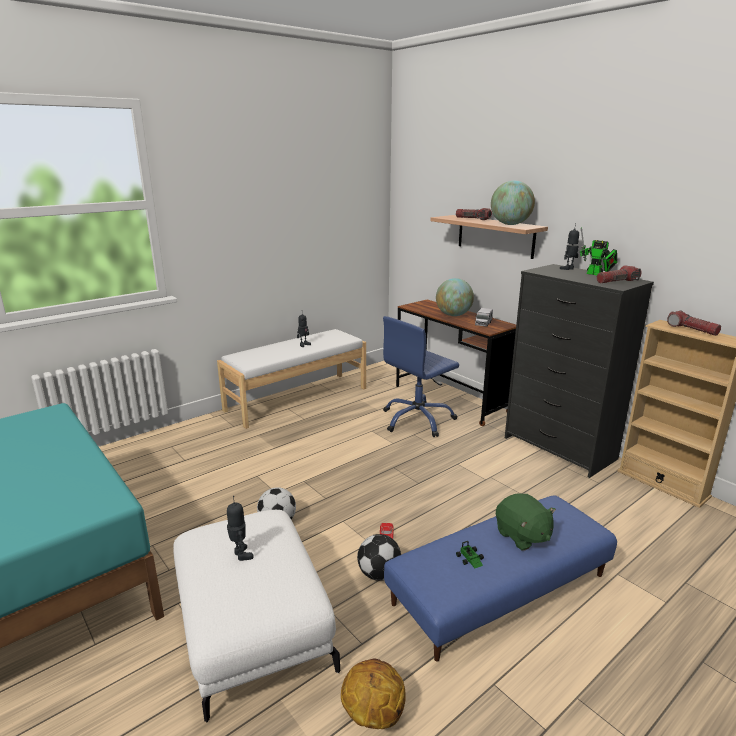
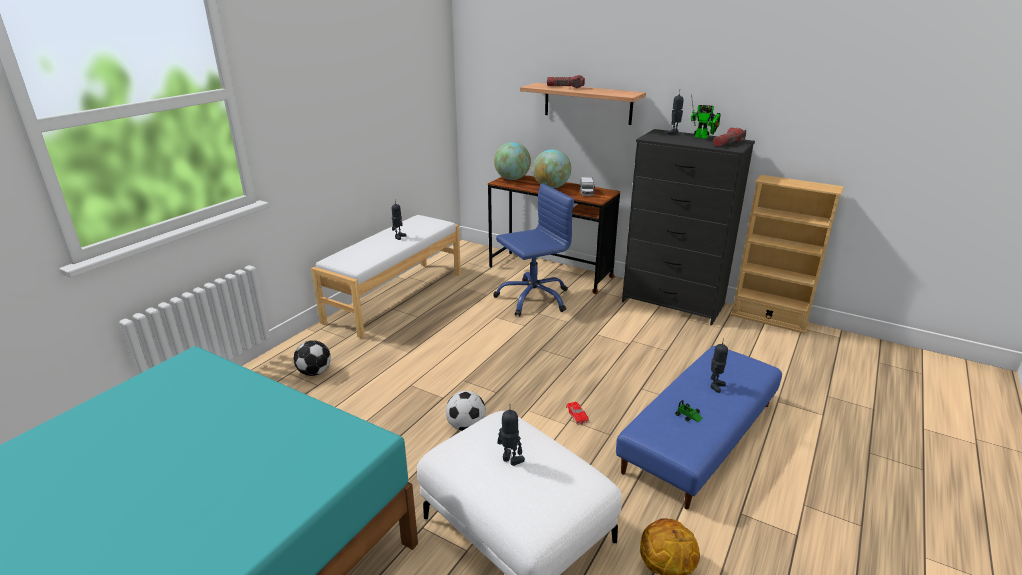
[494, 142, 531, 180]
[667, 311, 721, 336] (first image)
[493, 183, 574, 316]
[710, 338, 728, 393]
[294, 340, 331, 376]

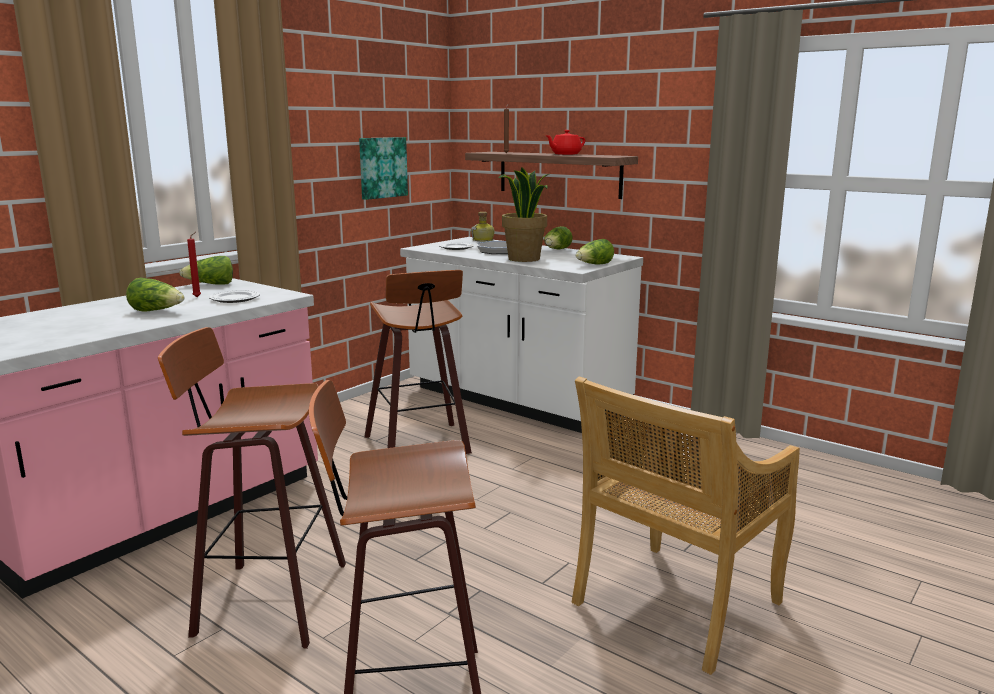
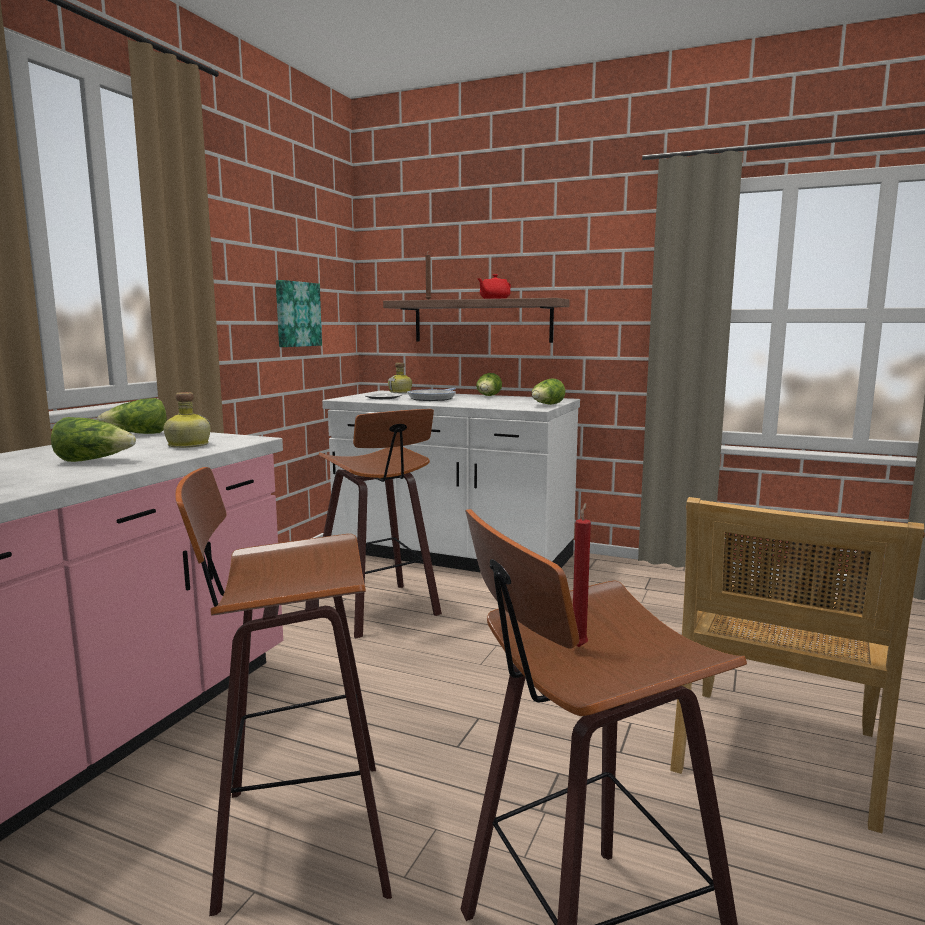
[498, 167, 549, 262] (first image)
[573, 503, 591, 647]
[164, 392, 211, 448]

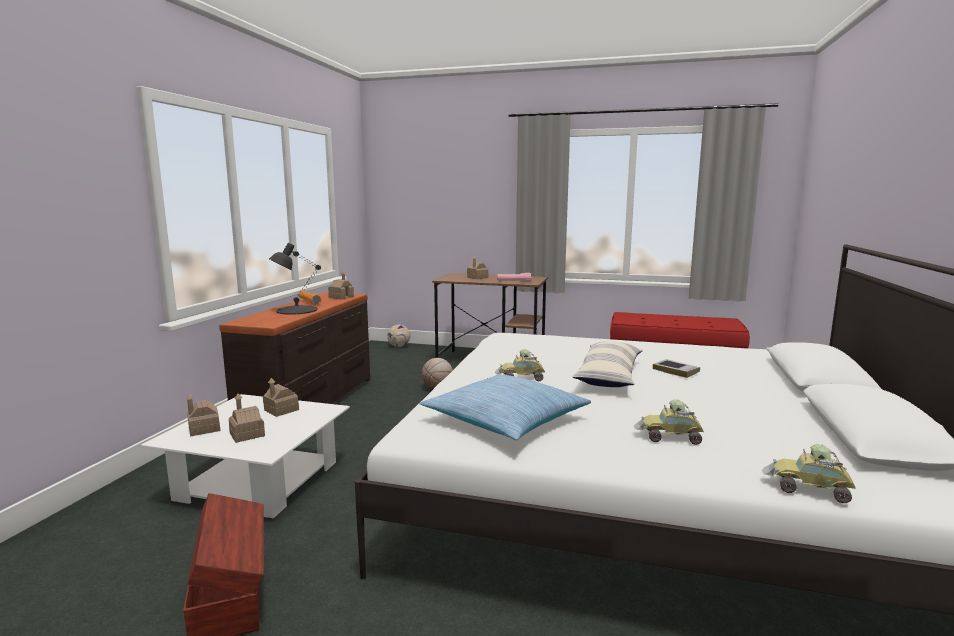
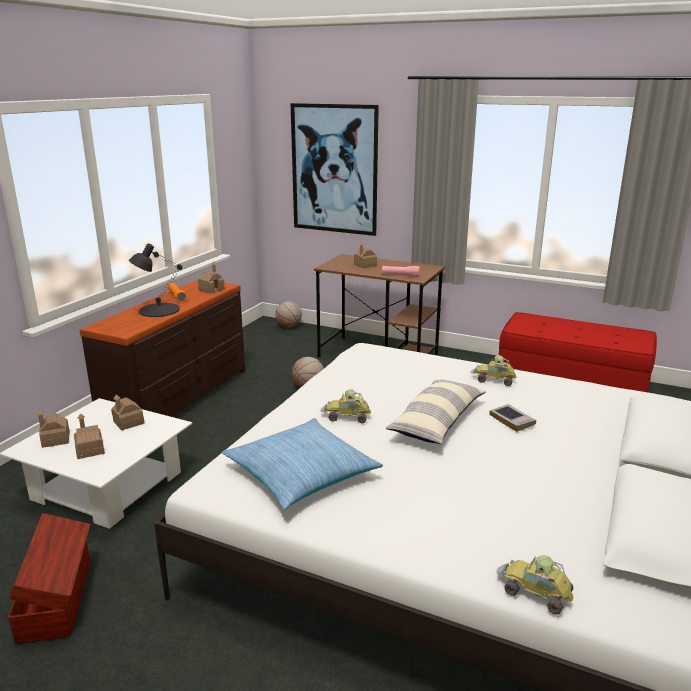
[275, 301, 302, 328]
[470, 355, 517, 386]
[291, 103, 379, 236]

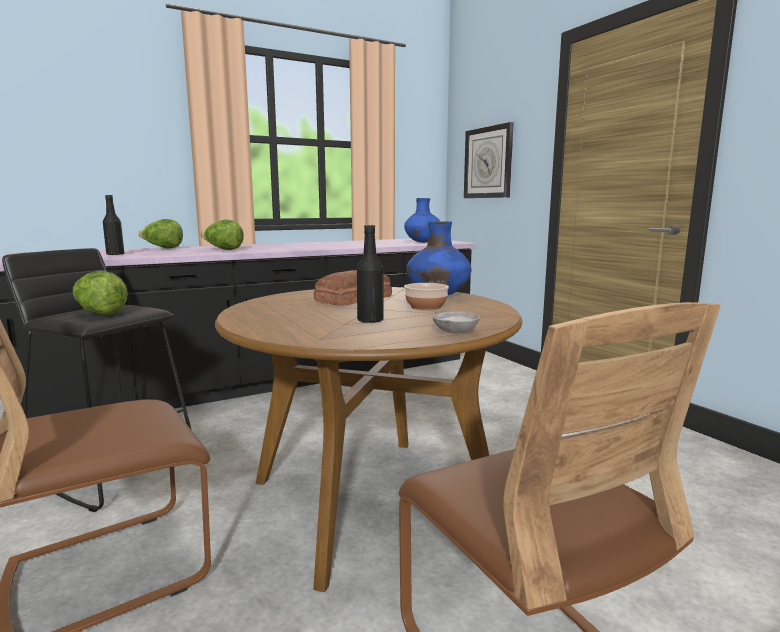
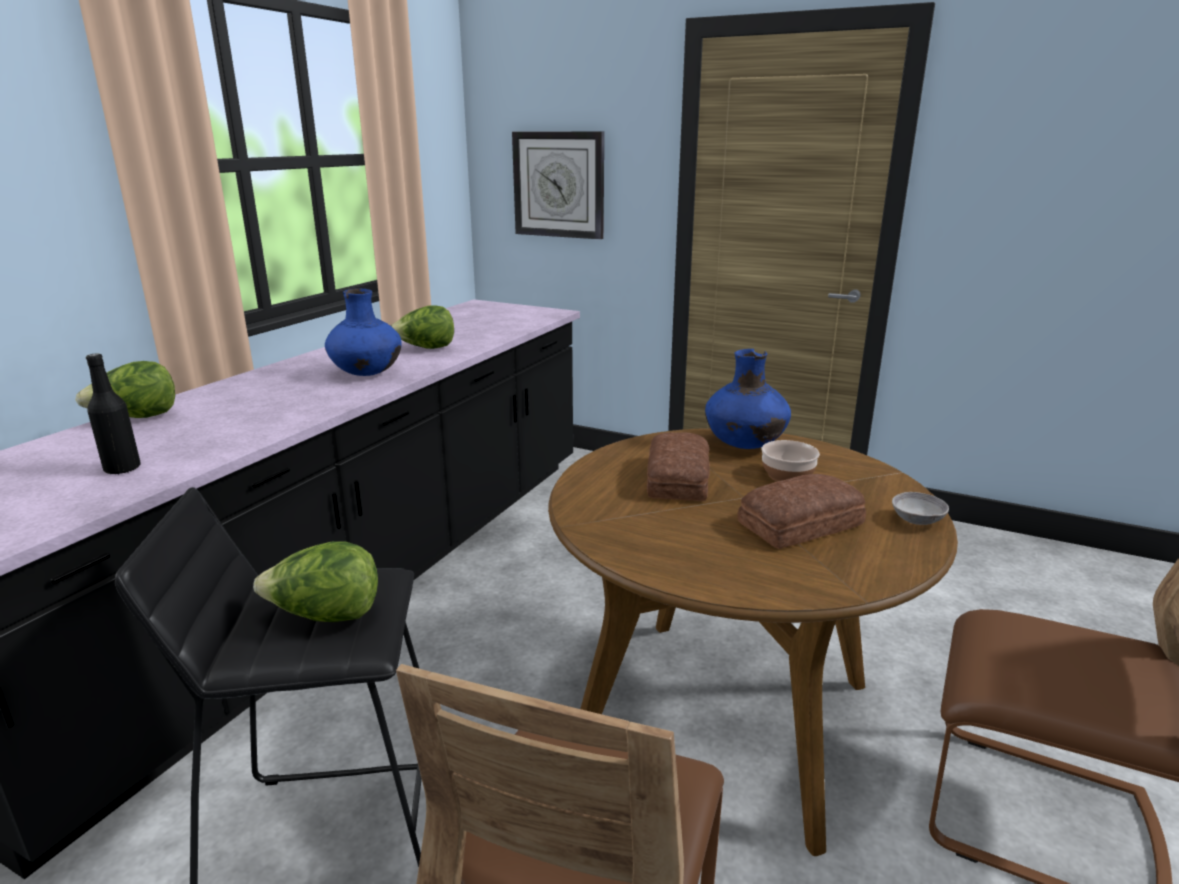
[325, 288, 402, 376]
[391, 305, 454, 349]
[737, 474, 866, 549]

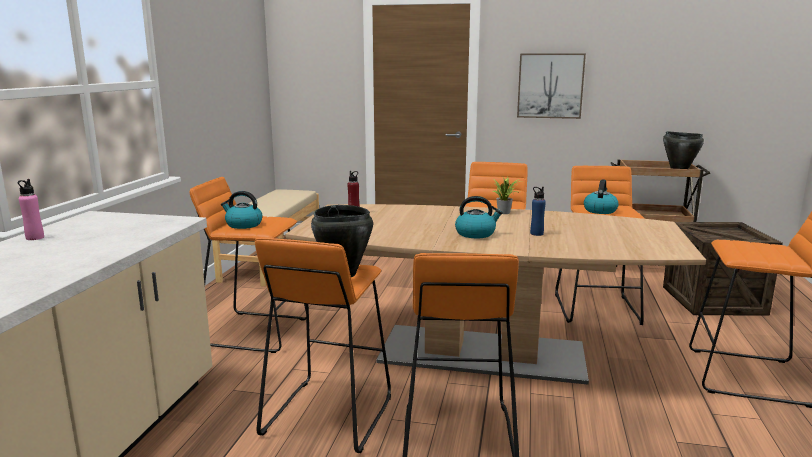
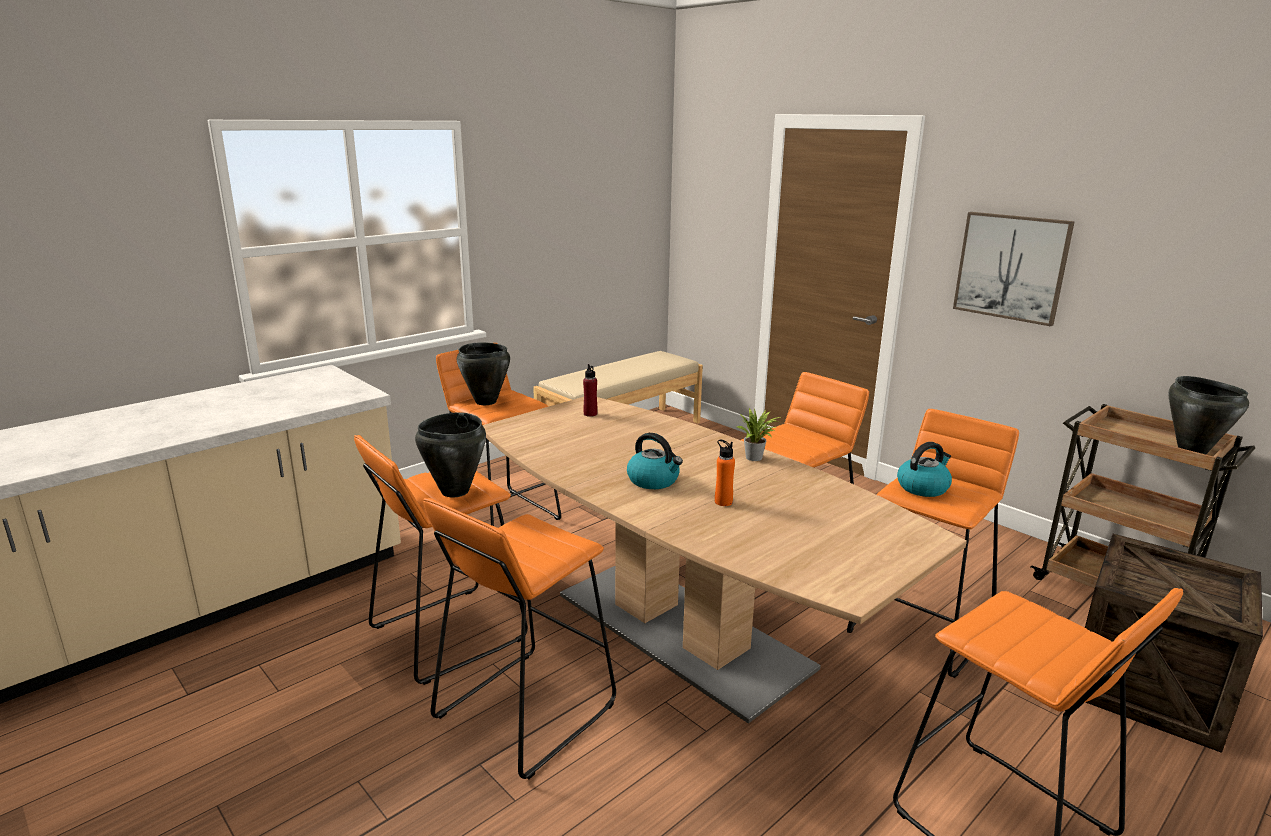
[18, 179, 44, 240] (first image)
[715, 440, 735, 506]
[457, 342, 510, 405]

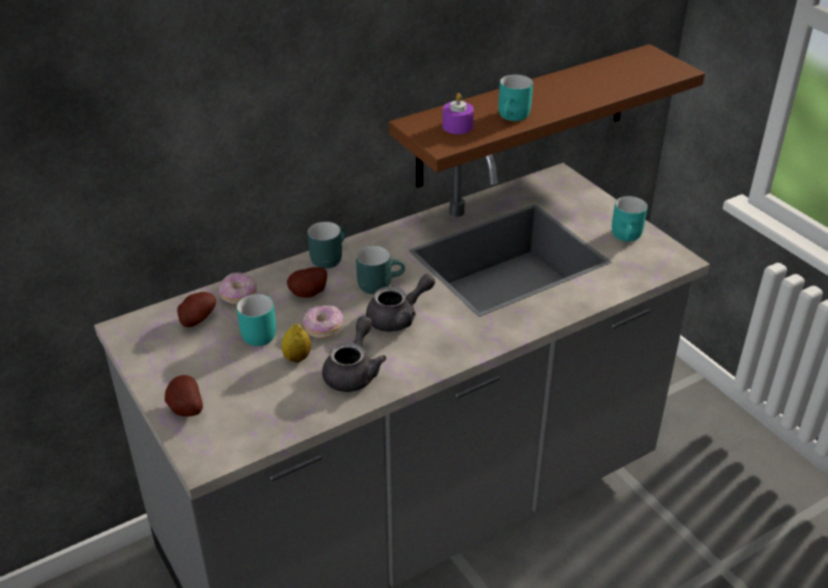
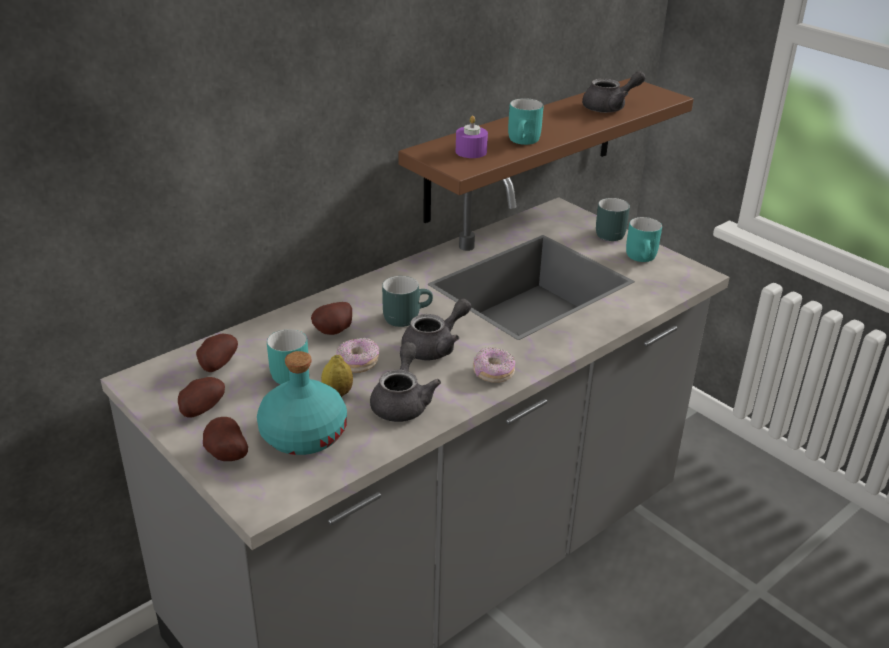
[596, 198, 630, 241]
[473, 347, 515, 383]
[582, 71, 646, 113]
[257, 351, 347, 455]
[178, 377, 225, 417]

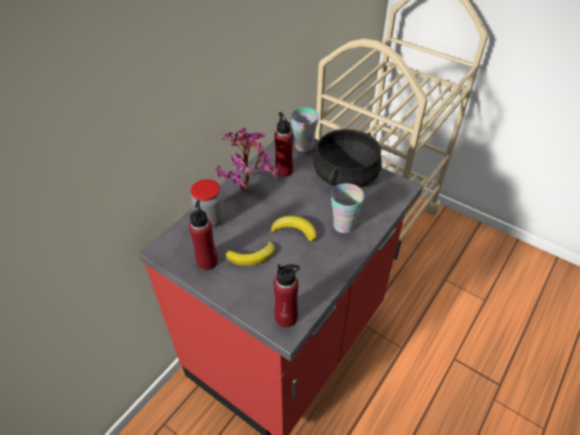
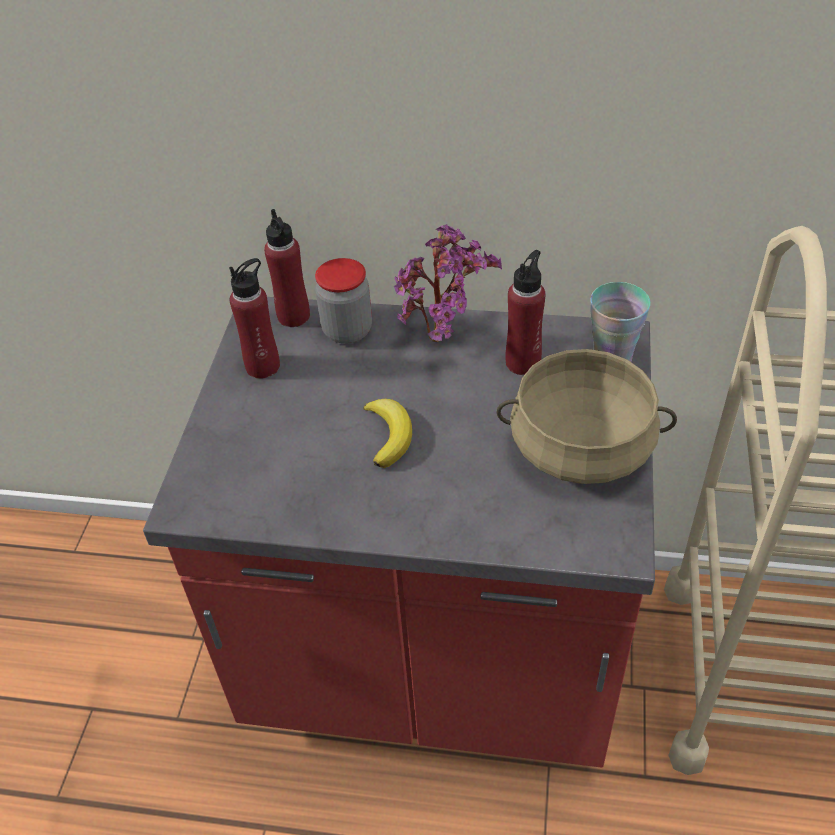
[497, 349, 677, 484]
[331, 183, 364, 233] (first image)
[226, 242, 275, 266] (first image)
[264, 209, 310, 327]

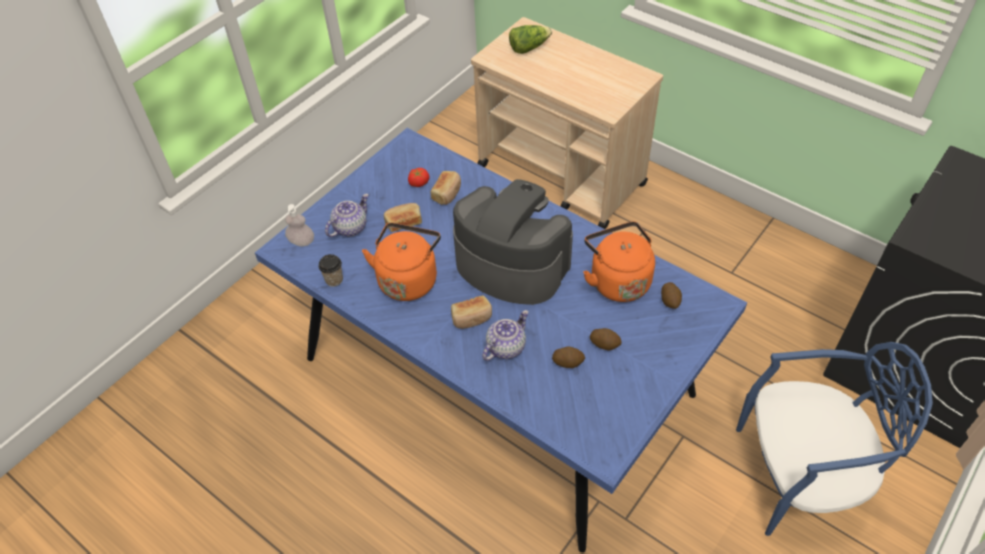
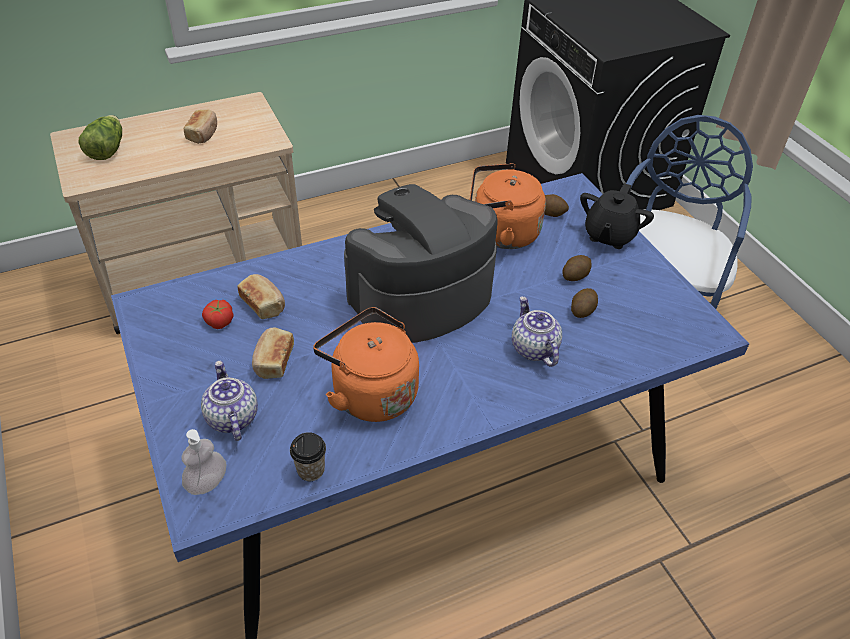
[183, 109, 217, 144]
[580, 183, 654, 249]

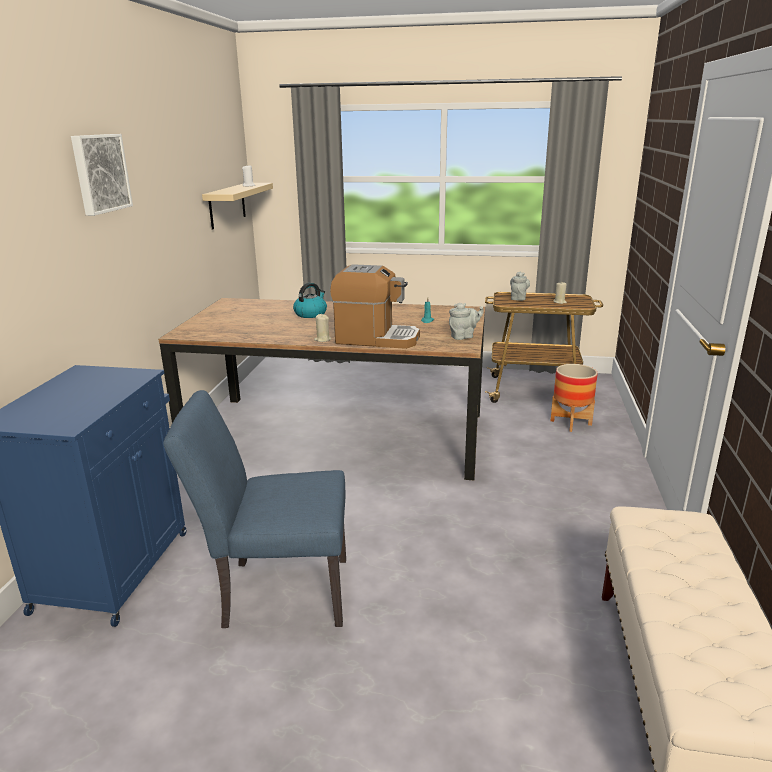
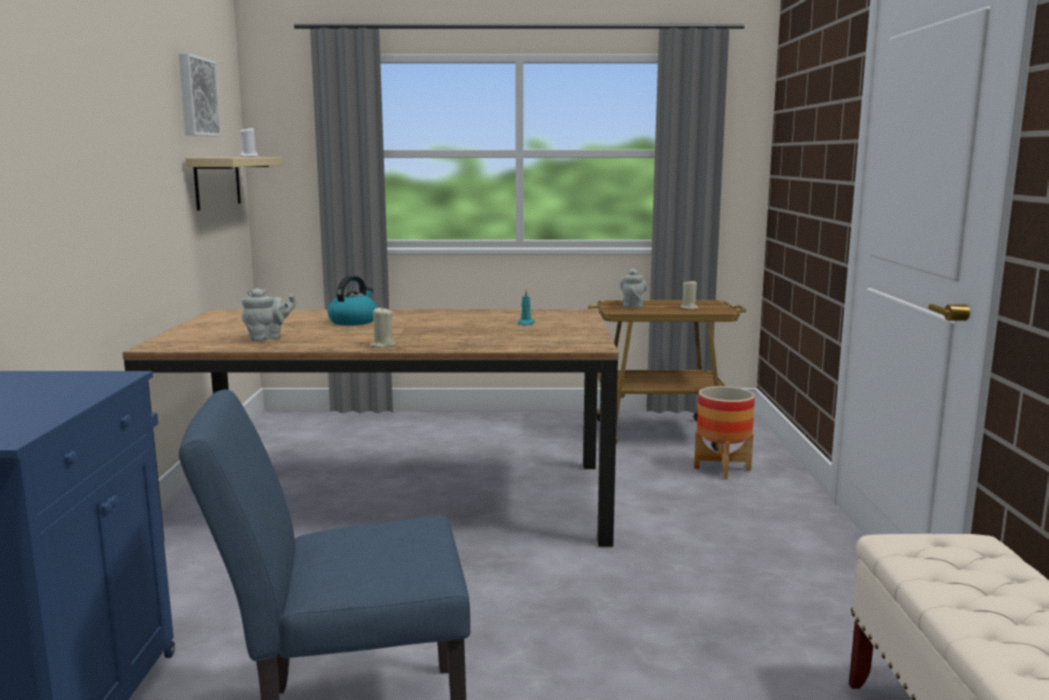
[179, 53, 222, 137]
[330, 264, 420, 349] (first image)
[242, 288, 296, 341]

